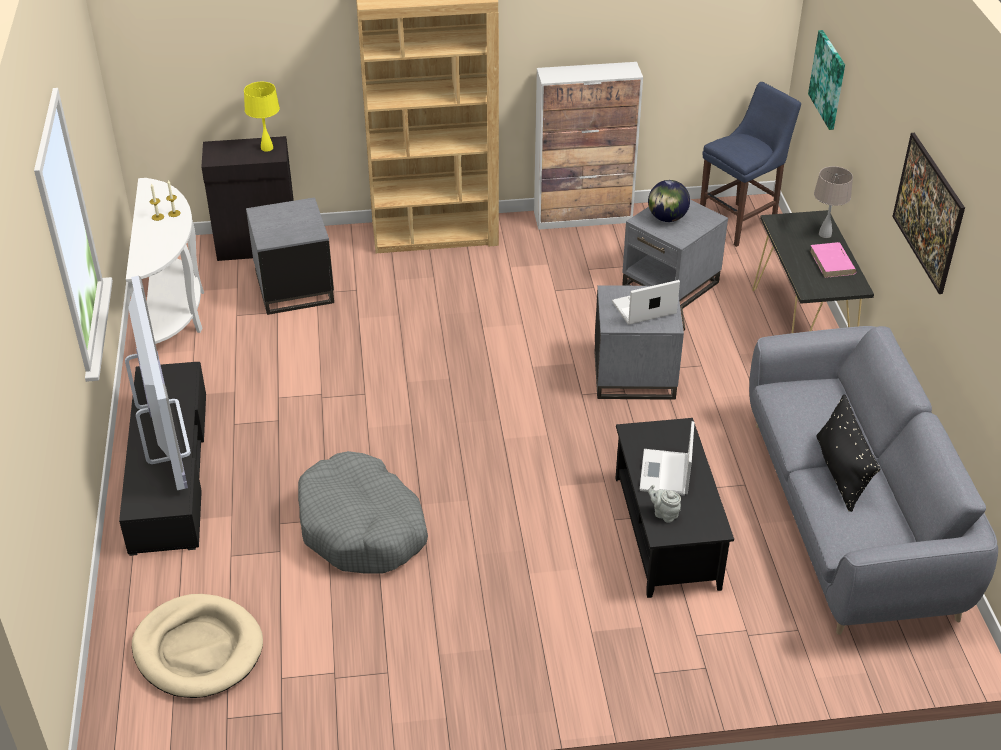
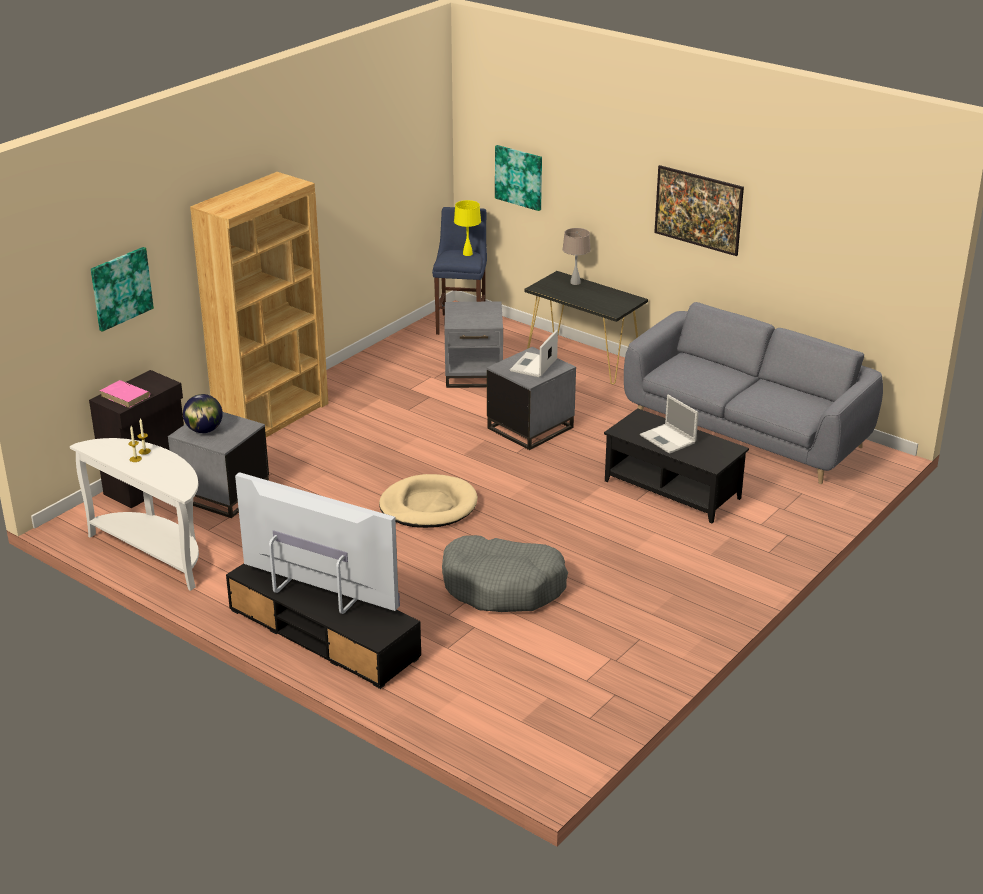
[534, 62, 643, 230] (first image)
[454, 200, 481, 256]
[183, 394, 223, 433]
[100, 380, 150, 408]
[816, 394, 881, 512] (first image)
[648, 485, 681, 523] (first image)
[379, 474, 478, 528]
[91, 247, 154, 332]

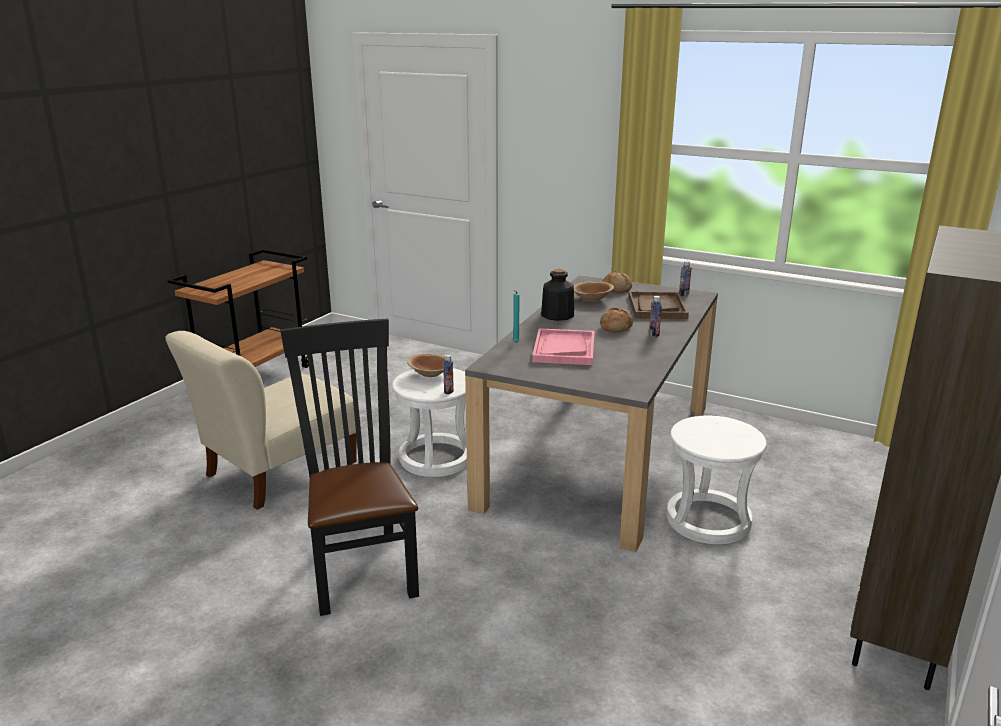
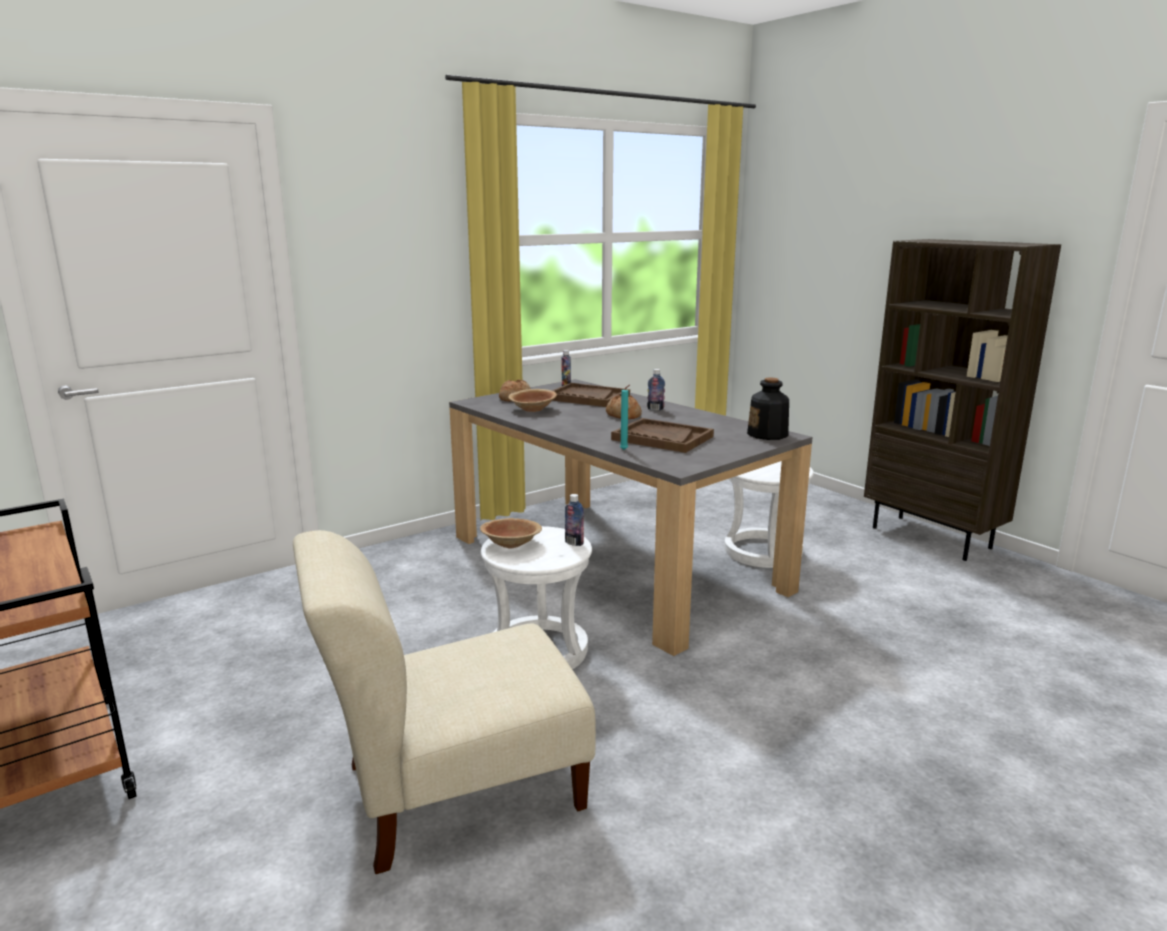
[747, 377, 789, 440]
[280, 319, 419, 616] (first image)
[611, 418, 714, 453]
[293, 530, 596, 874]

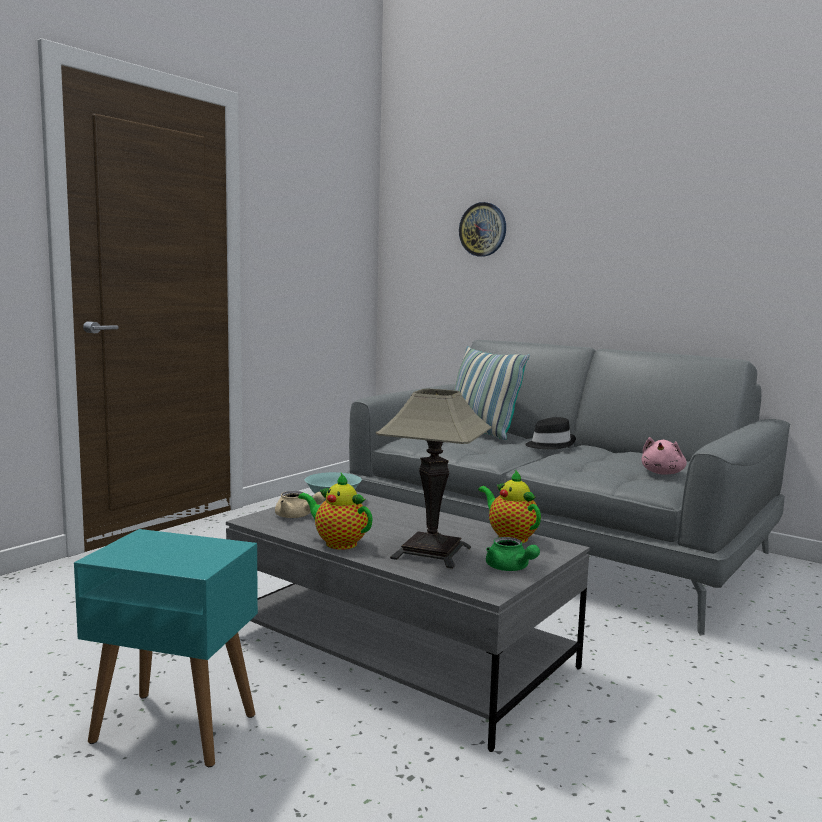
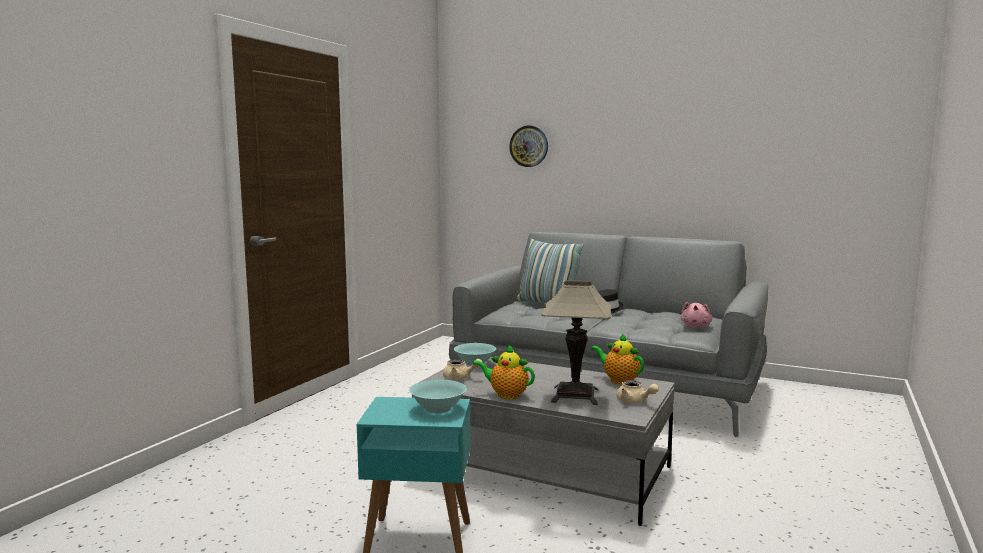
[617, 380, 659, 403]
[409, 380, 467, 414]

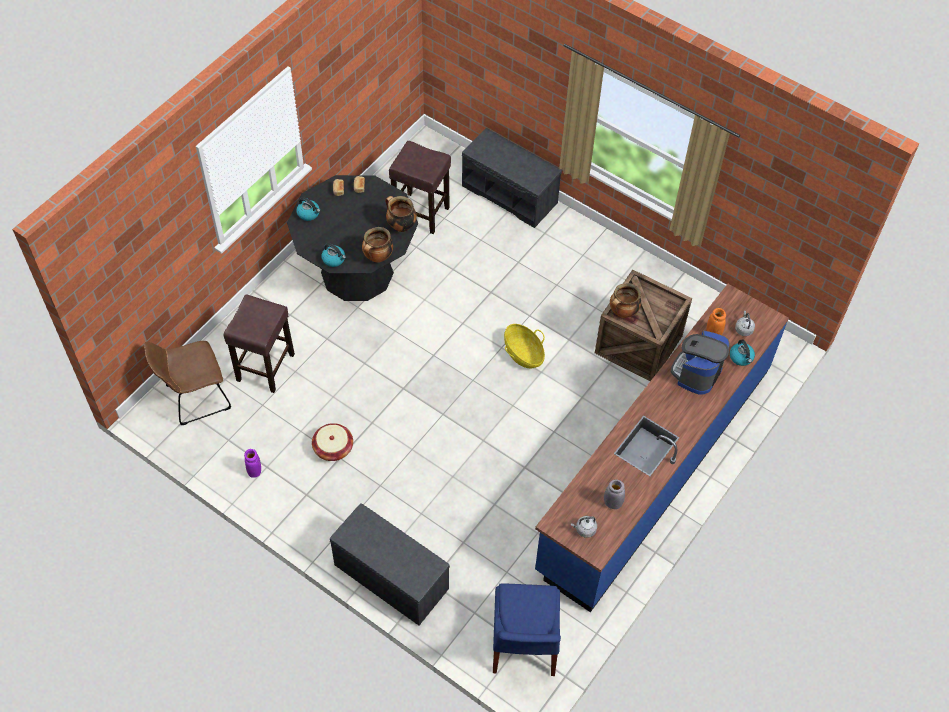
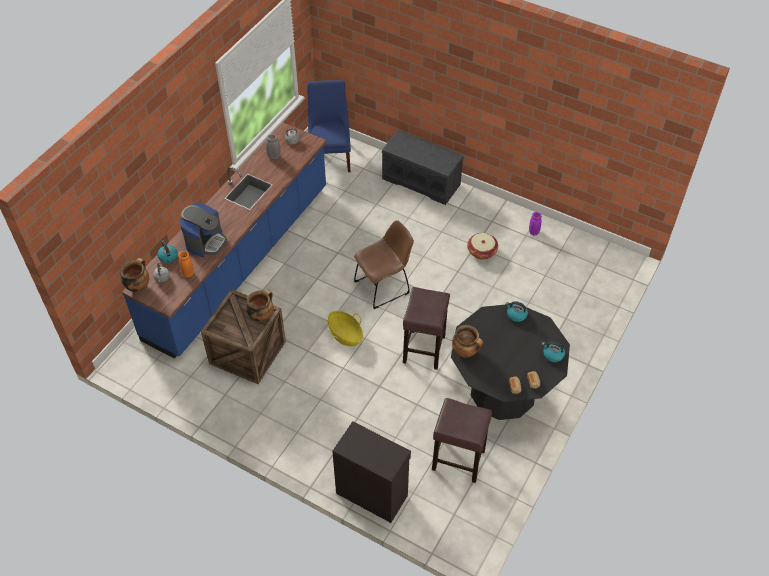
[332, 421, 411, 523]
[120, 258, 149, 292]
[403, 287, 450, 370]
[354, 220, 414, 309]

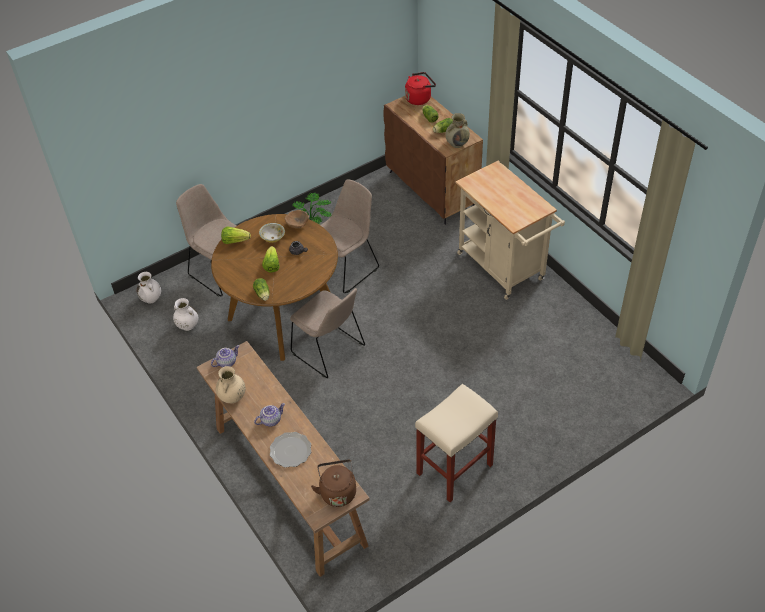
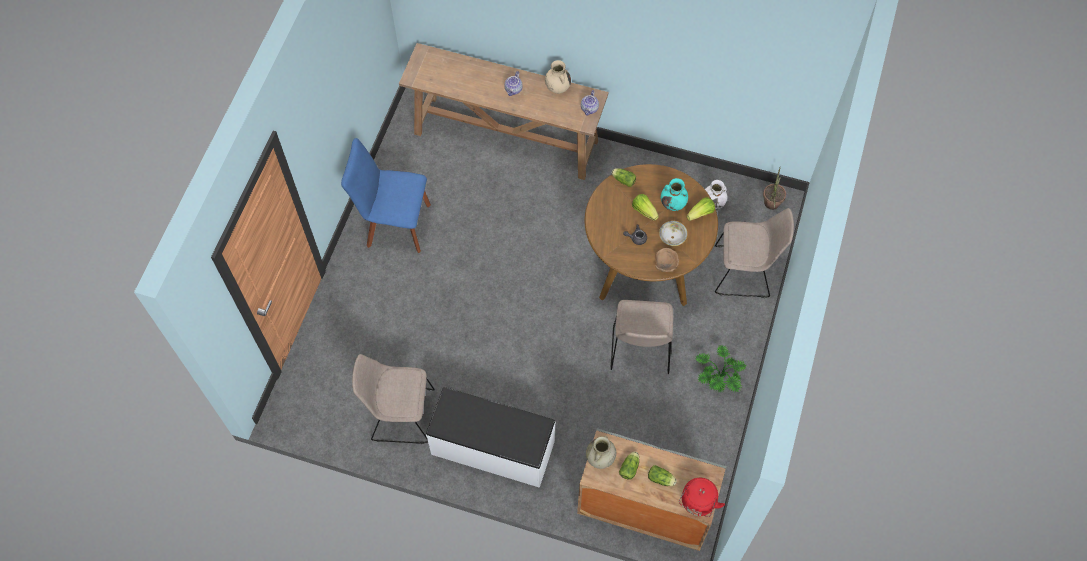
[577, 428, 726, 551]
[426, 387, 556, 488]
[763, 166, 786, 210]
[352, 354, 435, 444]
[341, 138, 431, 253]
[270, 432, 311, 468] (first image)
[311, 460, 356, 507] (first image)
[661, 178, 688, 211]

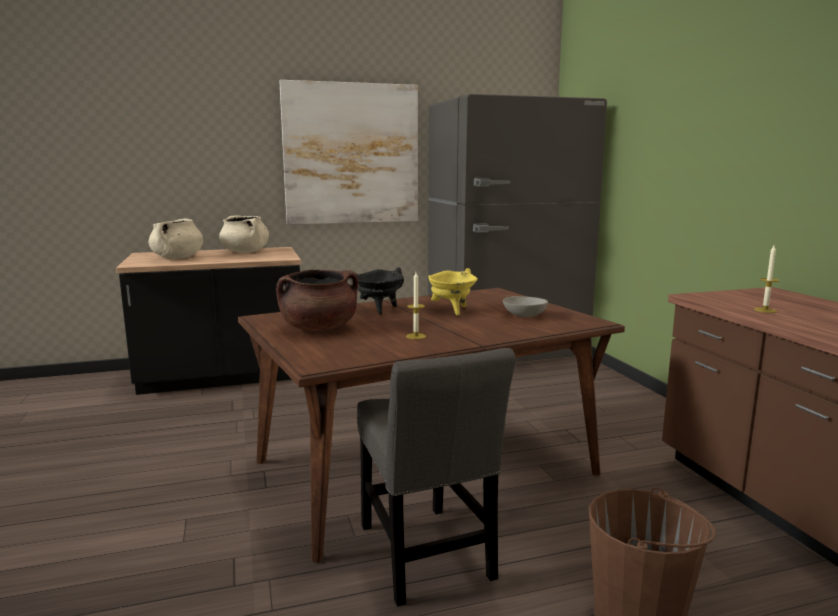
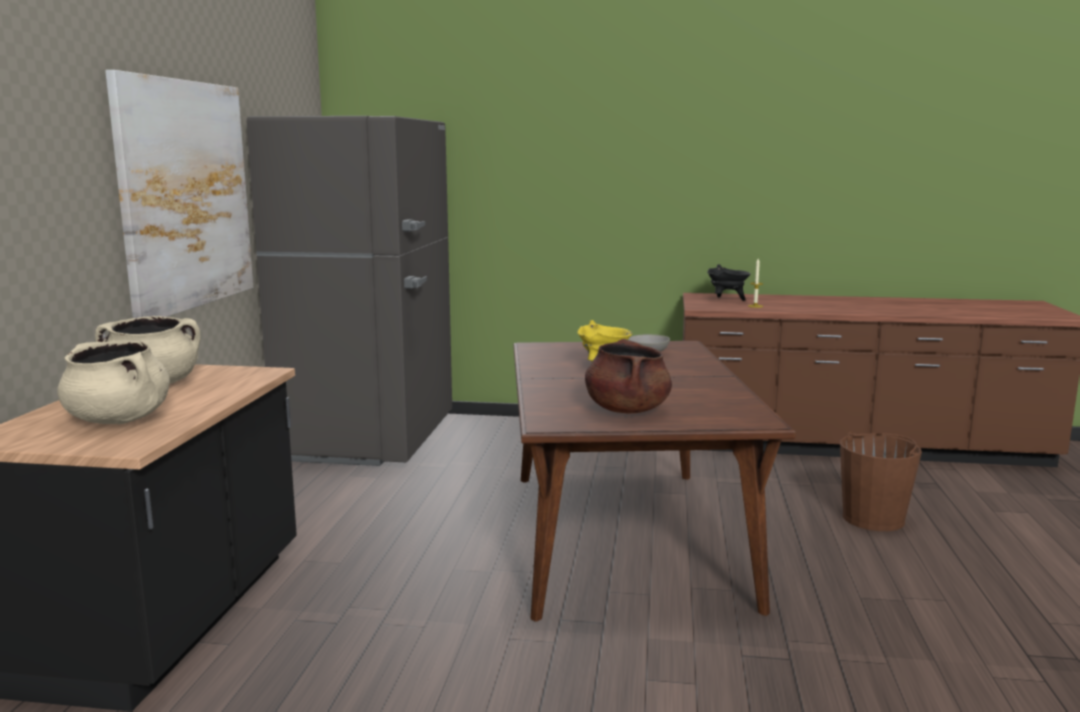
[707, 264, 751, 301]
[406, 273, 426, 339] (first image)
[357, 348, 516, 606] (first image)

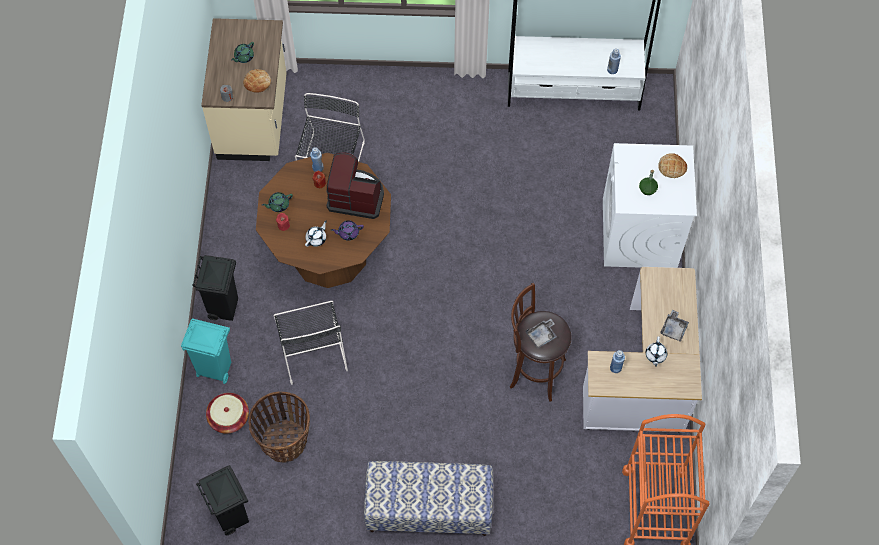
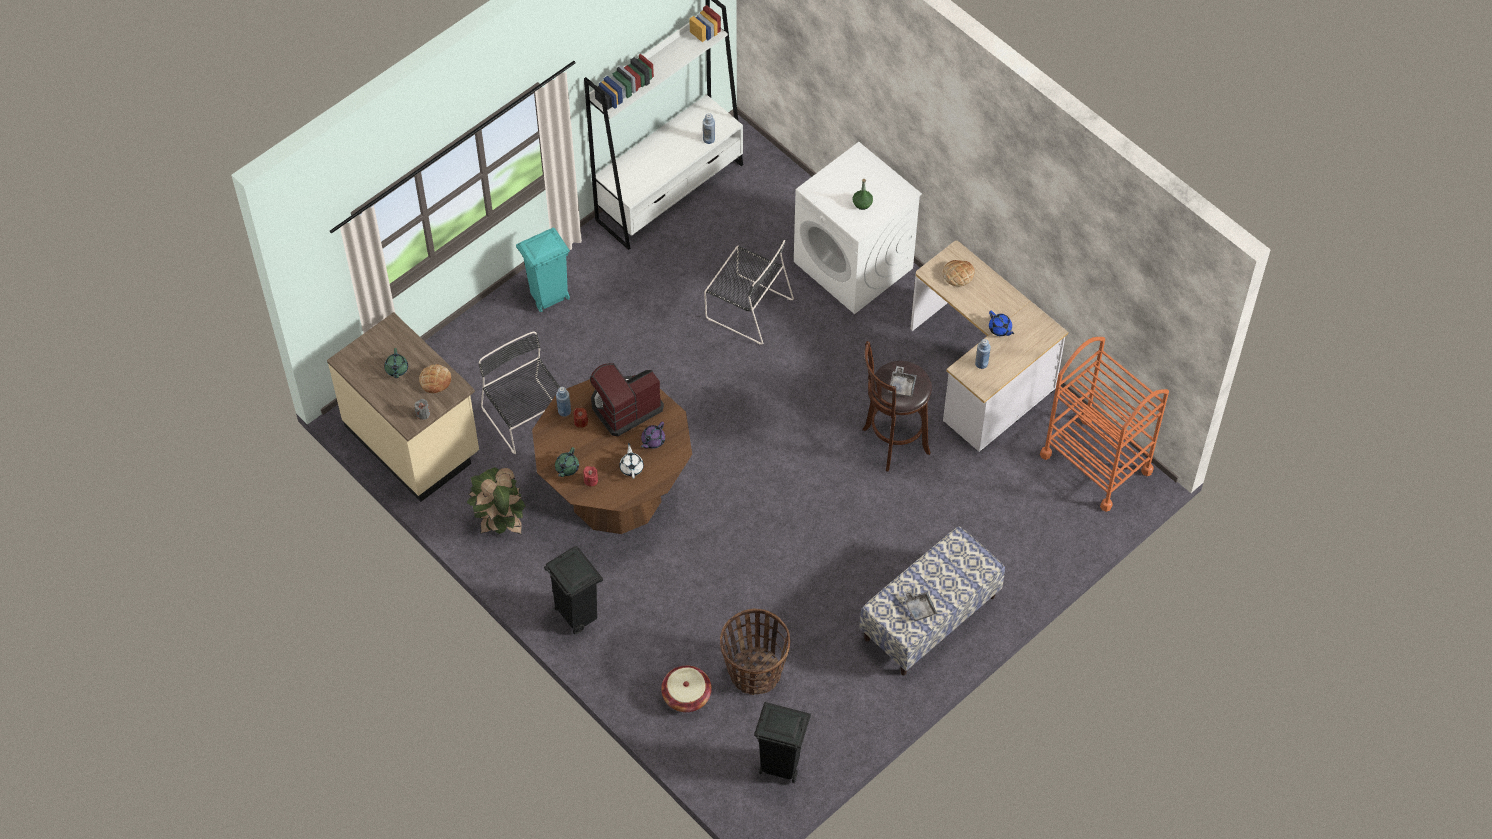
[943, 260, 975, 286]
[704, 240, 794, 345]
[904, 590, 937, 621]
[516, 227, 570, 312]
[989, 311, 1014, 336]
[466, 467, 526, 535]

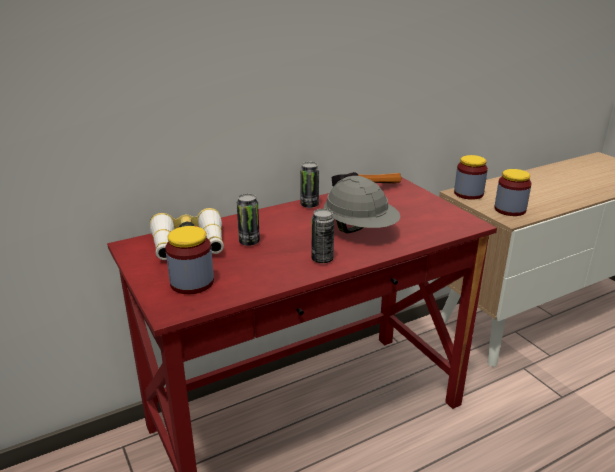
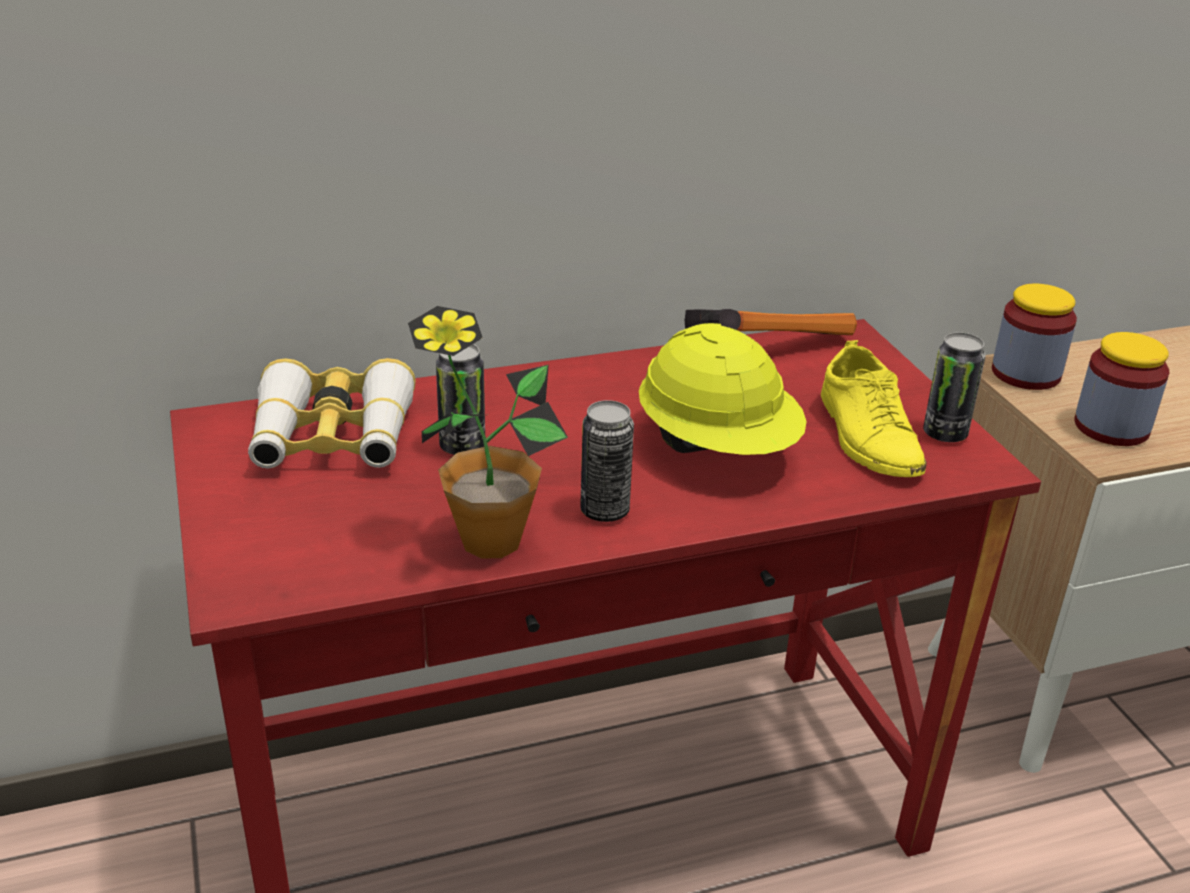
[923, 332, 986, 442]
[639, 323, 807, 455]
[165, 226, 214, 294] (first image)
[408, 306, 568, 559]
[821, 340, 927, 477]

